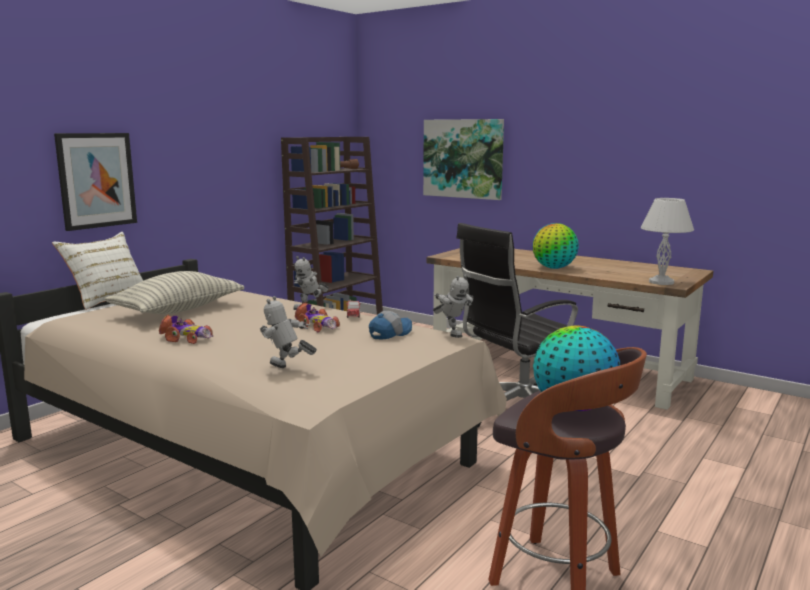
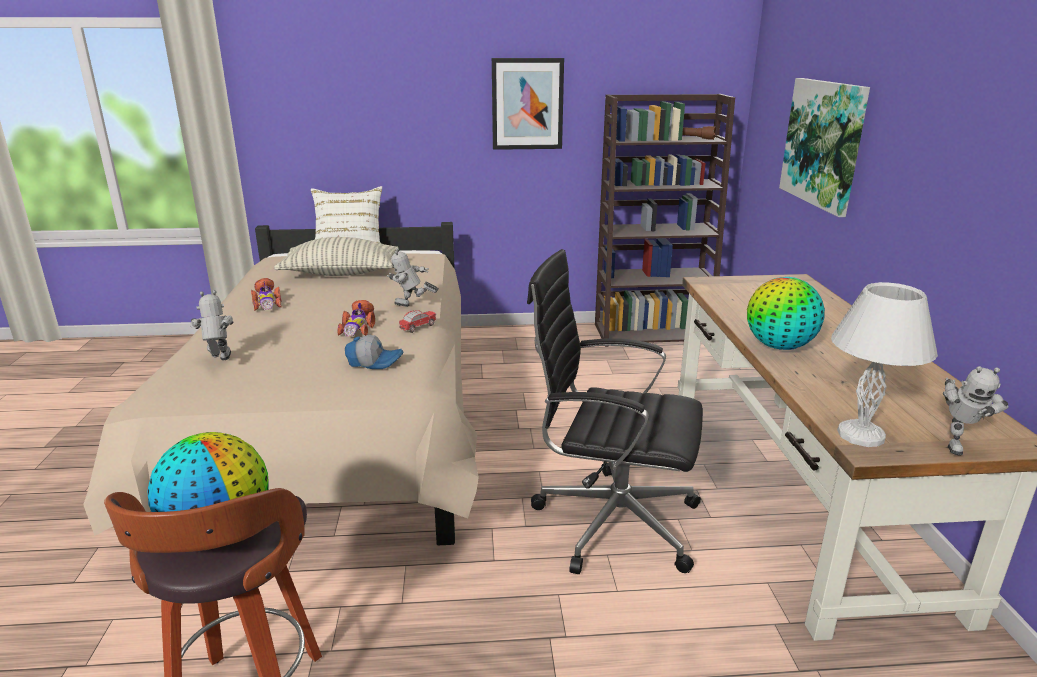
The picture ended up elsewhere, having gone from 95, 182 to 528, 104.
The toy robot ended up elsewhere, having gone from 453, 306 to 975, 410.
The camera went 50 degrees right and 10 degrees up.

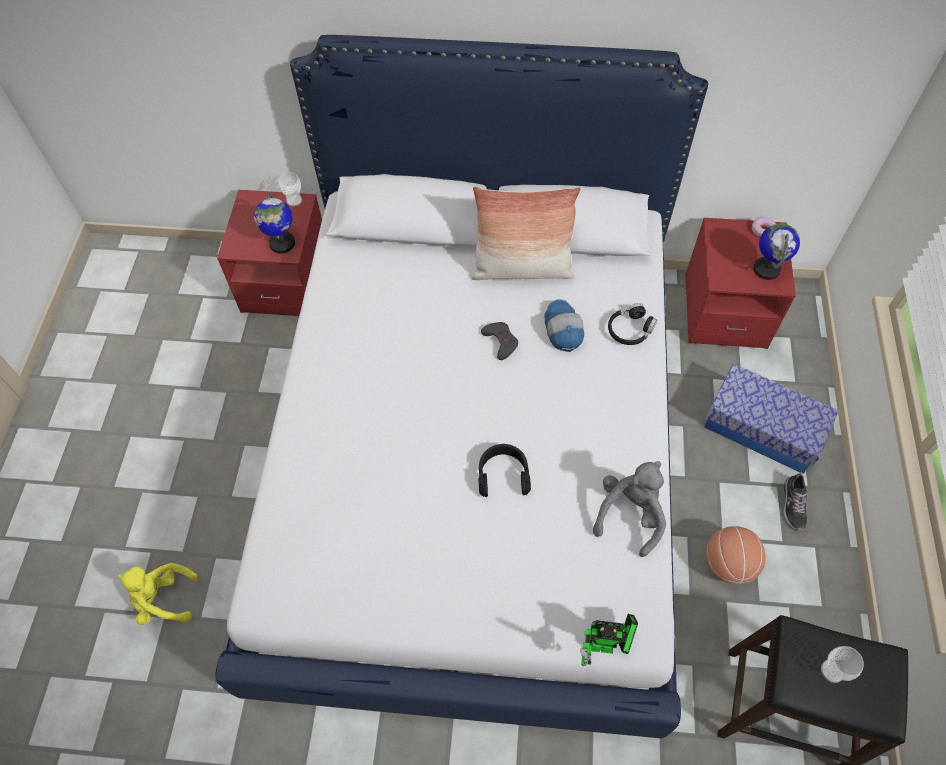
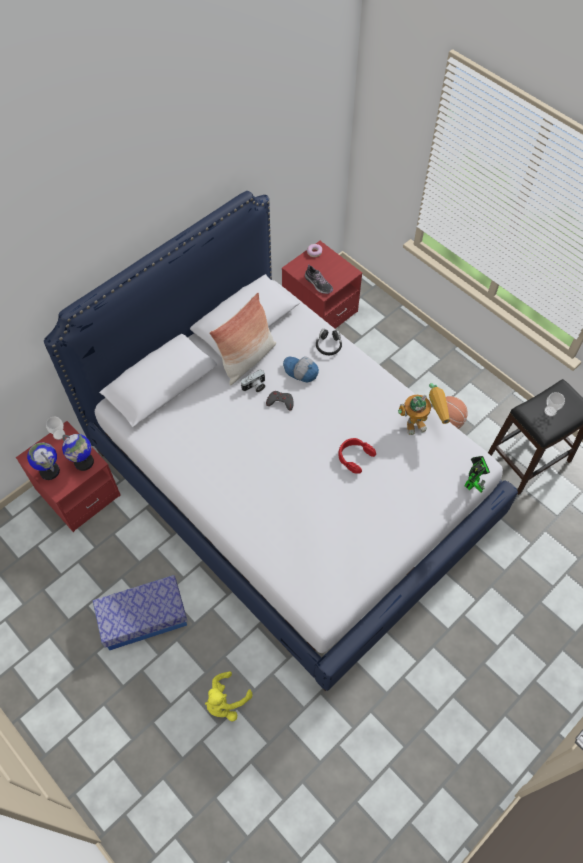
The globe ended up elsewhere, having gone from 776, 252 to 43, 461.
The storage box ended up elsewhere, having gone from 771, 418 to 139, 612.
The second view gained the photo camera at 253, 380.
The shoe ended up elsewhere, having gone from 795, 501 to 319, 279.
What was the black headphones at 504, 470 turned into the red headphones at 357, 456.
Where the grey plush toy stood at 629, 509, the toy robot came to stand at 424, 409.
The camera went 50 degrees left and 0 degrees up.

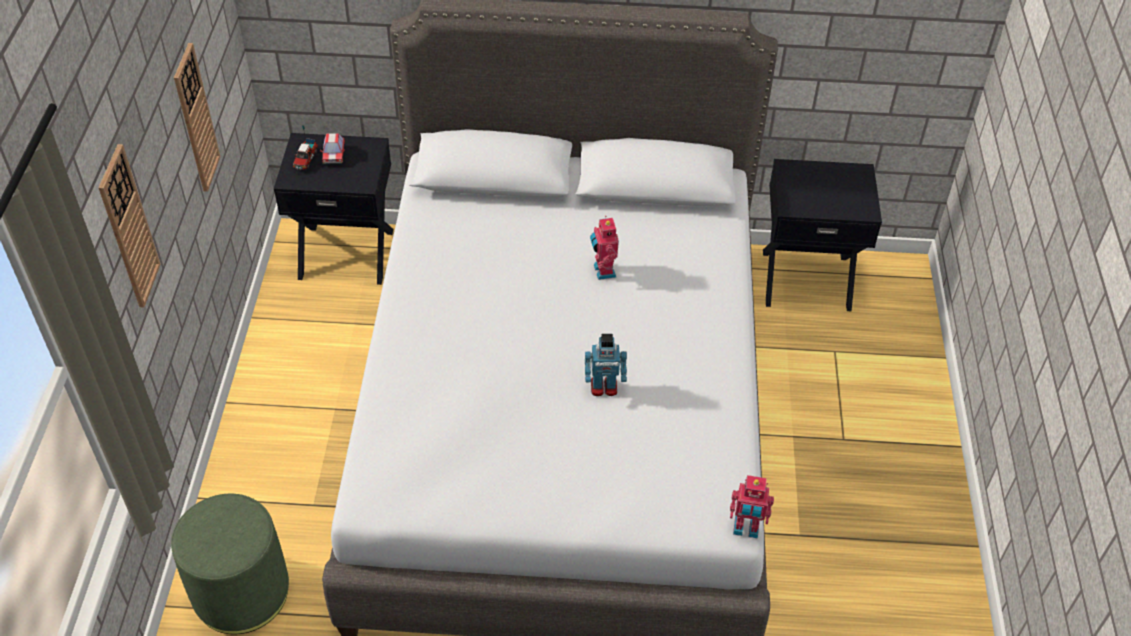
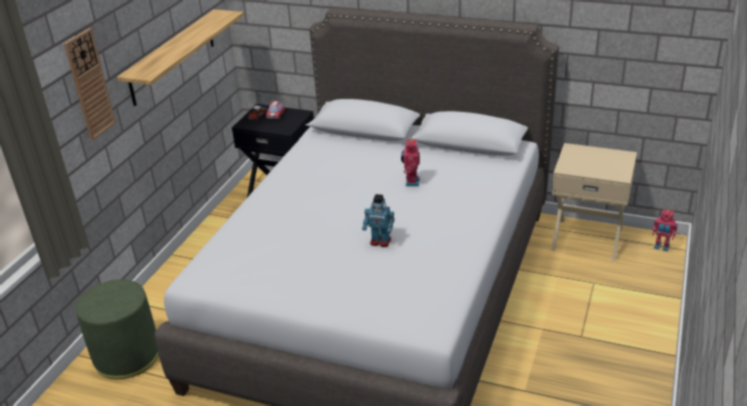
Where the wall clock hung at 197, 117, the shelf came to hang at 180, 57.
What was the black nightstand at 822, 235 turned into the beige nightstand at 594, 202.
The toy robot ended up elsewhere, having gone from 752, 507 to 665, 230.
The camera went 20 degrees right and 15 degrees down.

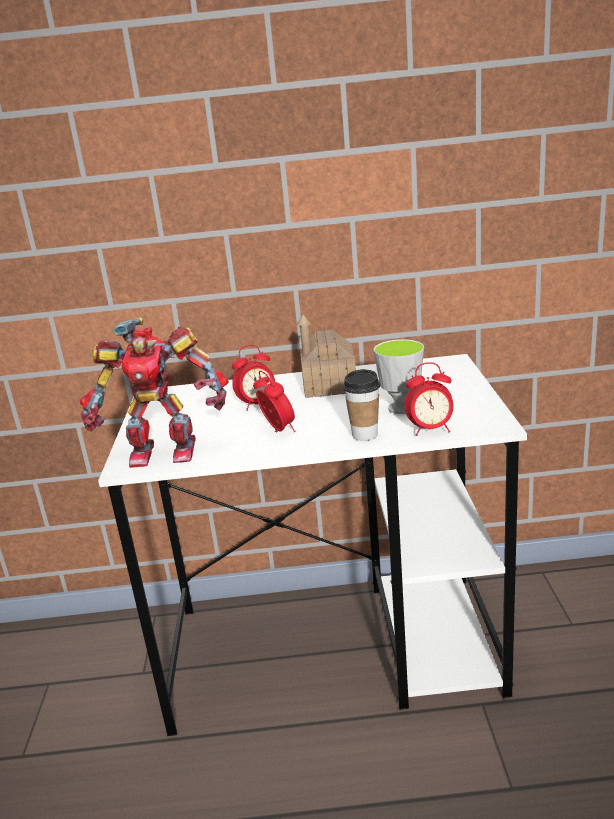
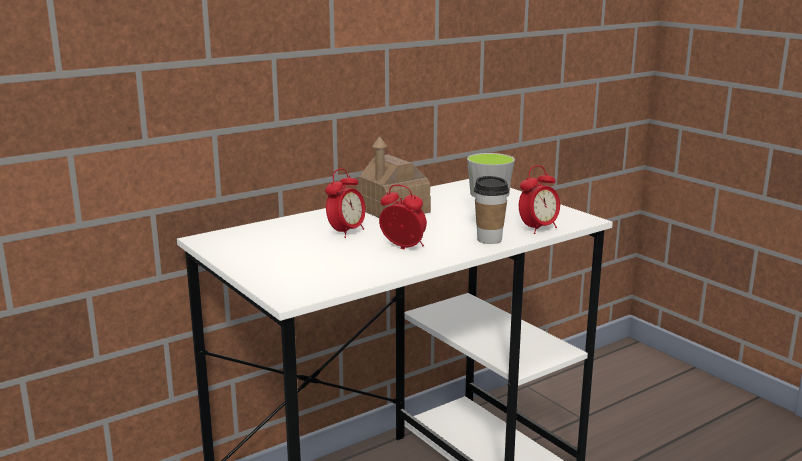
The second view lost the toy robot at 154, 392.
The camera went 35 degrees left and 5 degrees down.

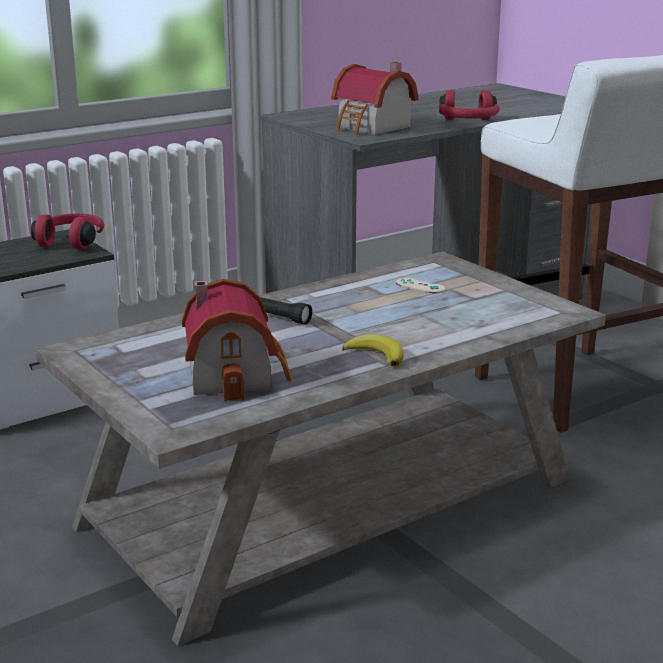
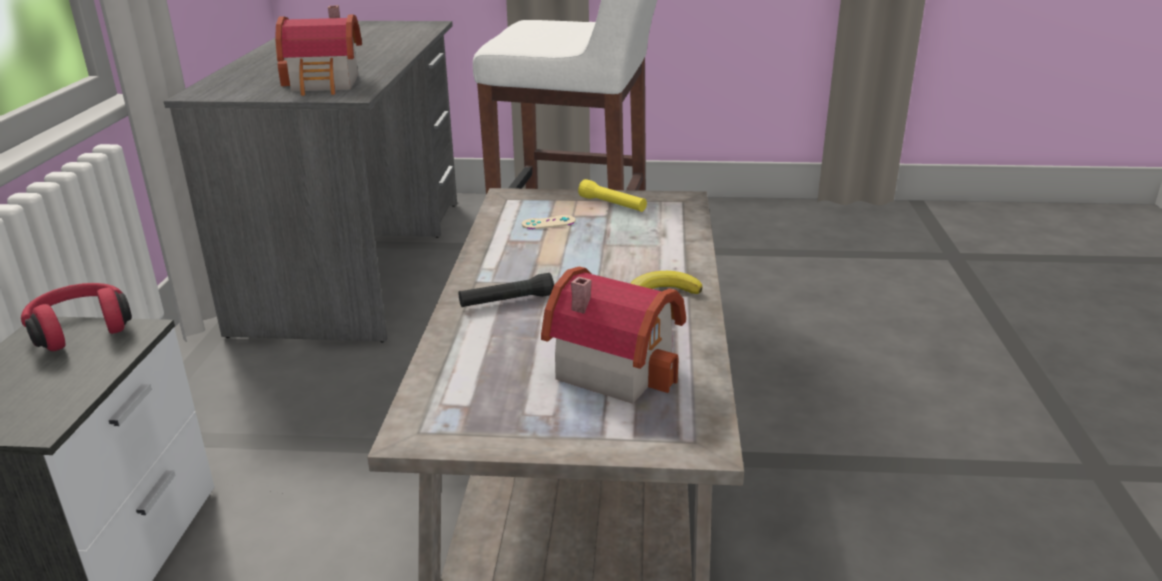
The second view gained the yellow flashlight at 612, 195.
The second view lost the red headphones at 469, 105.
The camera went 50 degrees left and 5 degrees up.

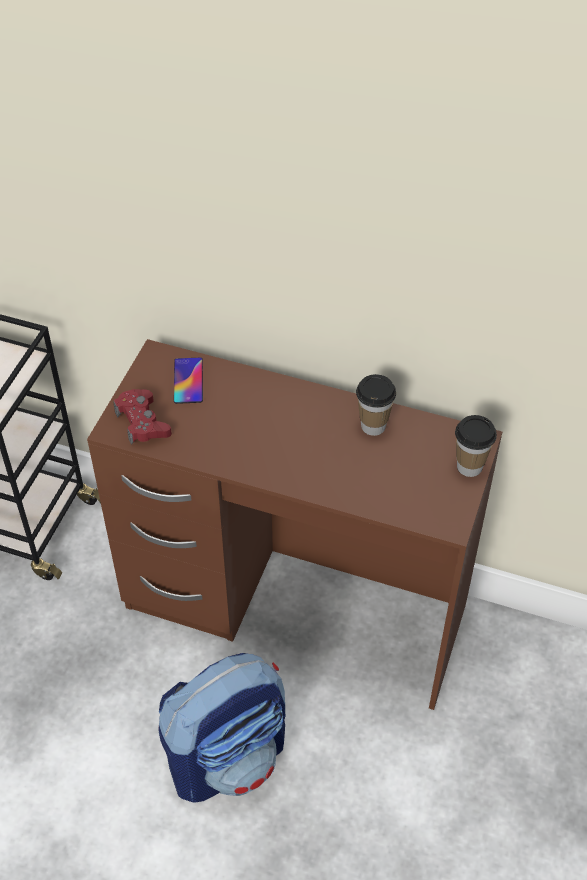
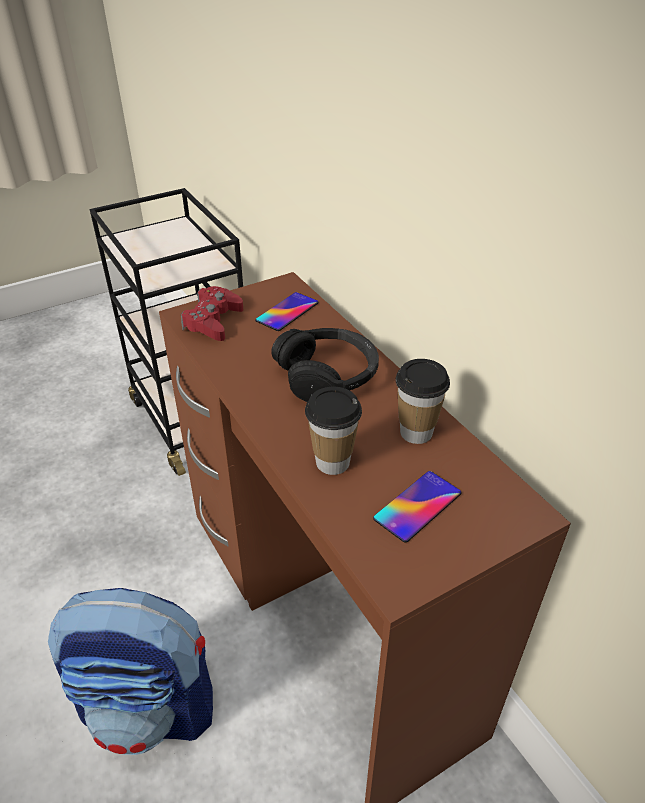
The second view gained the black headphones at 325, 365.
The cup ended up elsewhere, having gone from 476, 446 to 333, 431.
The second view gained the phone at 417, 507.
The camera went 40 degrees right and 10 degrees down.

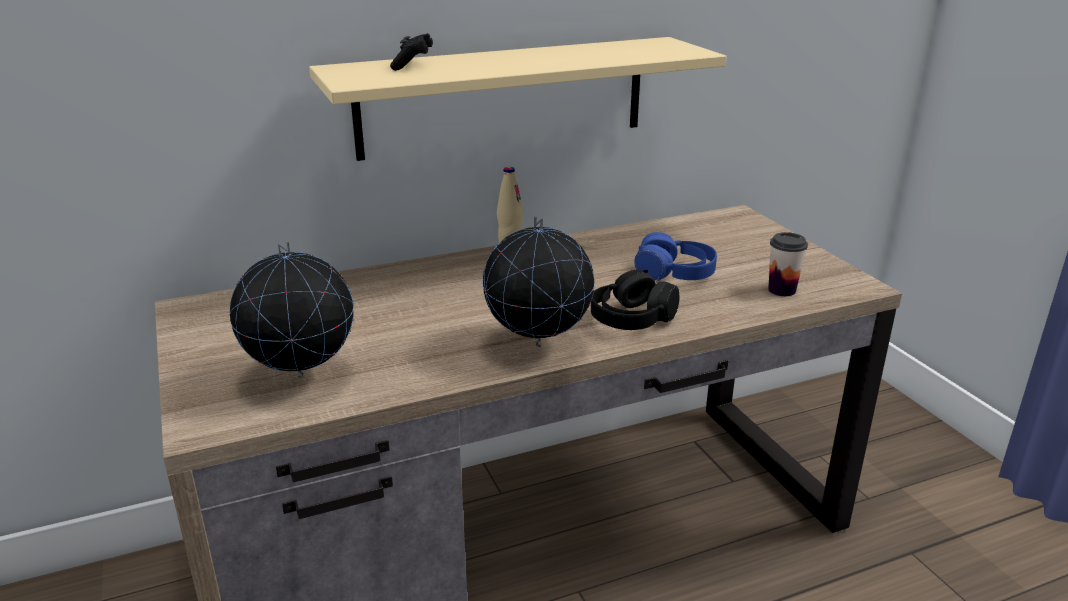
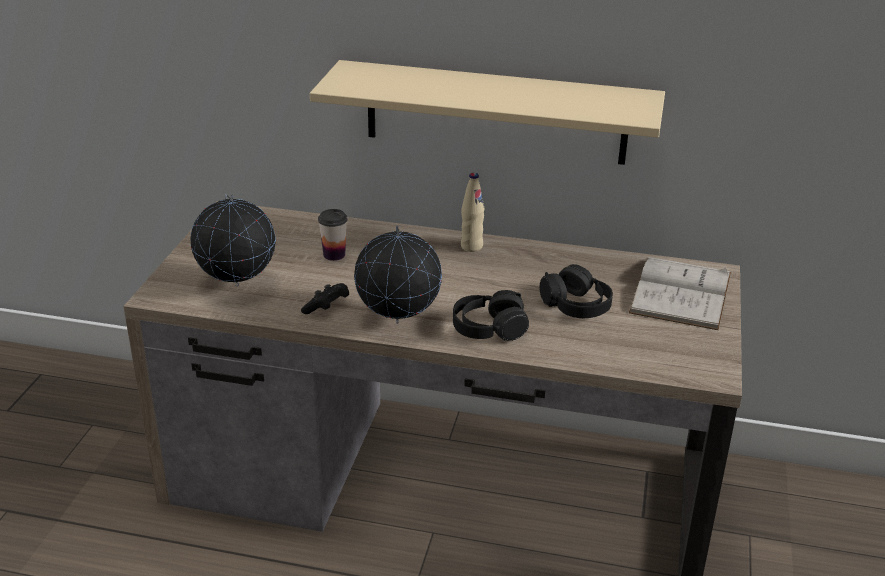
The black game controller ended up elsewhere, having gone from 411, 52 to 325, 298.
The cup ended up elsewhere, having gone from 788, 264 to 333, 235.
What was the blue headphones at 675, 256 turned into the black headphones at 576, 291.
The second view gained the white book at 680, 293.
The camera went 35 degrees right and 5 degrees up.

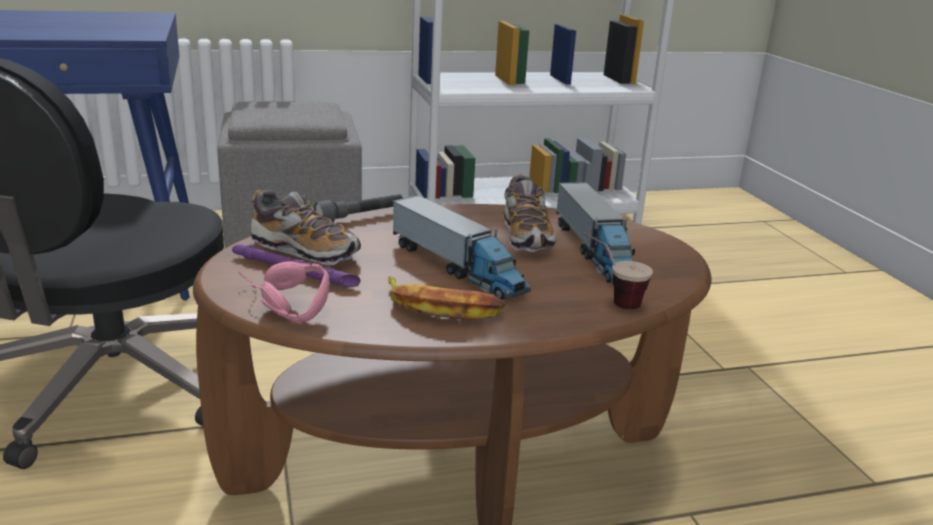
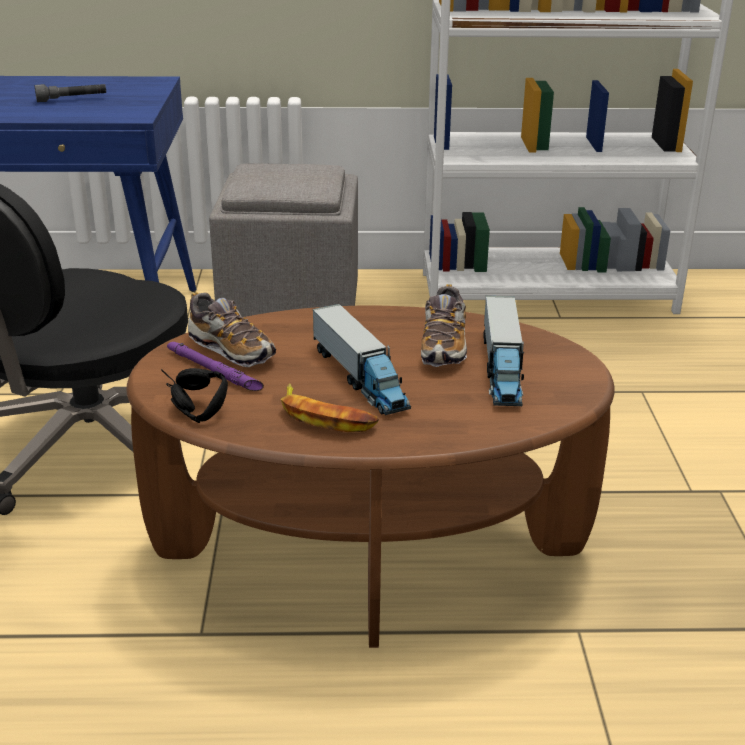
The grey flashlight ended up elsewhere, having gone from 358, 208 to 70, 93.
What was the pink headphones at 283, 292 turned into the black headphones at 194, 395.
The second view lost the cup at 618, 271.
The camera went 15 degrees right and 5 degrees up.

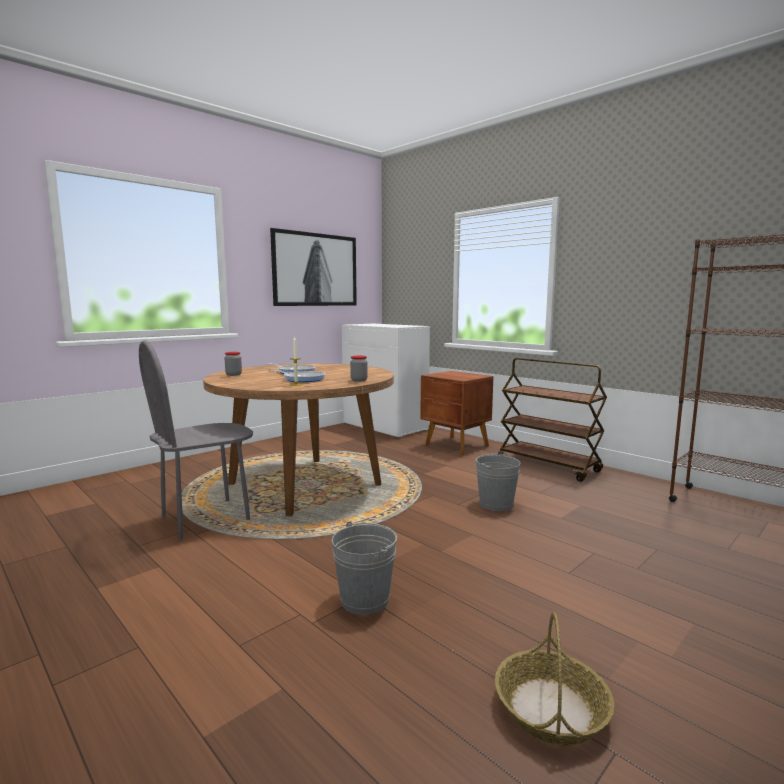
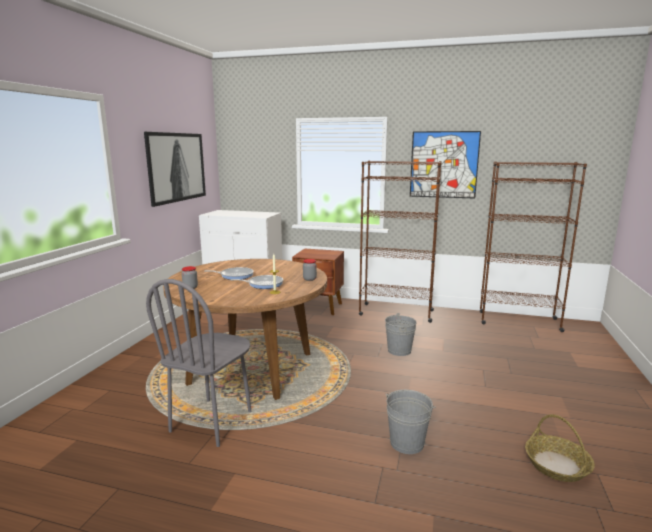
Where the brown cart stood at 552, 420, the brown bookcase came to stand at 400, 242.
The second view gained the picture at 445, 164.
The camera went 30 degrees left and 5 degrees up.

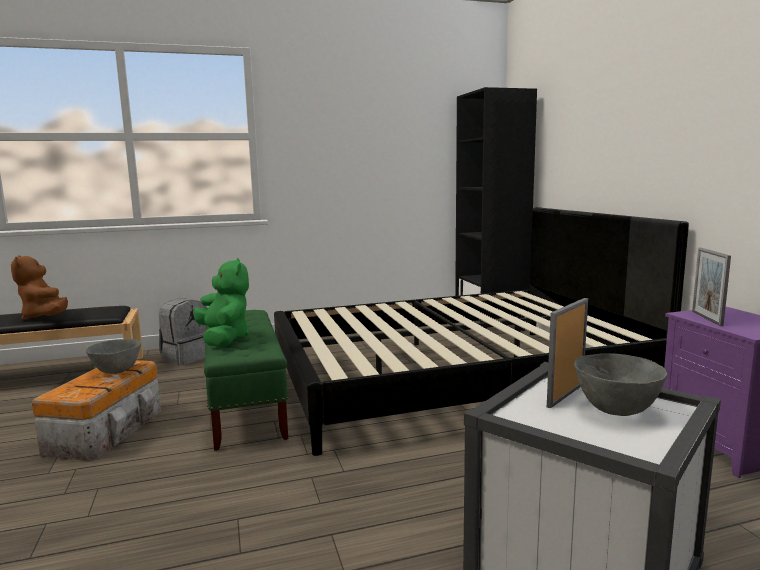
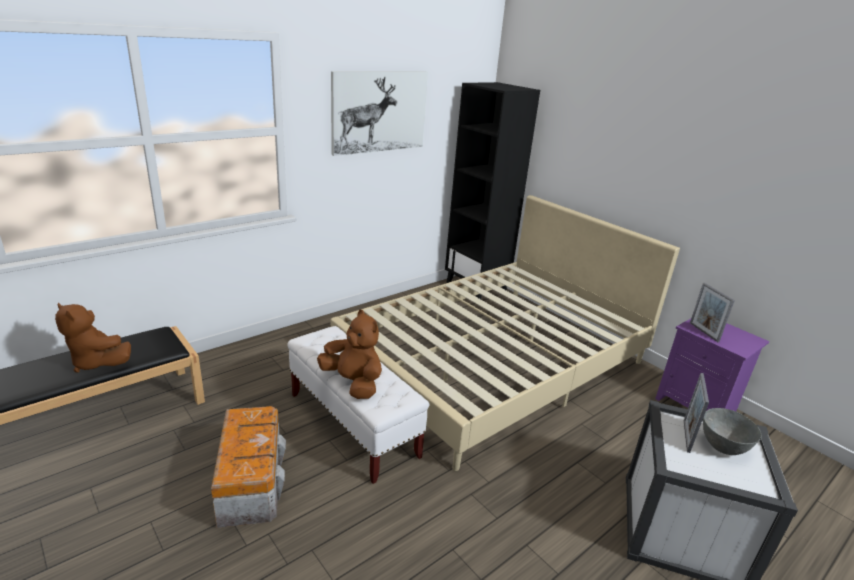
What was the green bench at 246, 380 turned into the white bench at 358, 405.
What was the green plush toy at 221, 302 turned into the brown plush toy at 349, 354.
The second view gained the picture at 379, 113.
What was the black bed at 481, 331 turned into the beige bed at 505, 333.
The second view lost the grey bowl at 113, 356.
The second view lost the grey backpack at 183, 332.
The camera went 25 degrees left and 15 degrees up.

